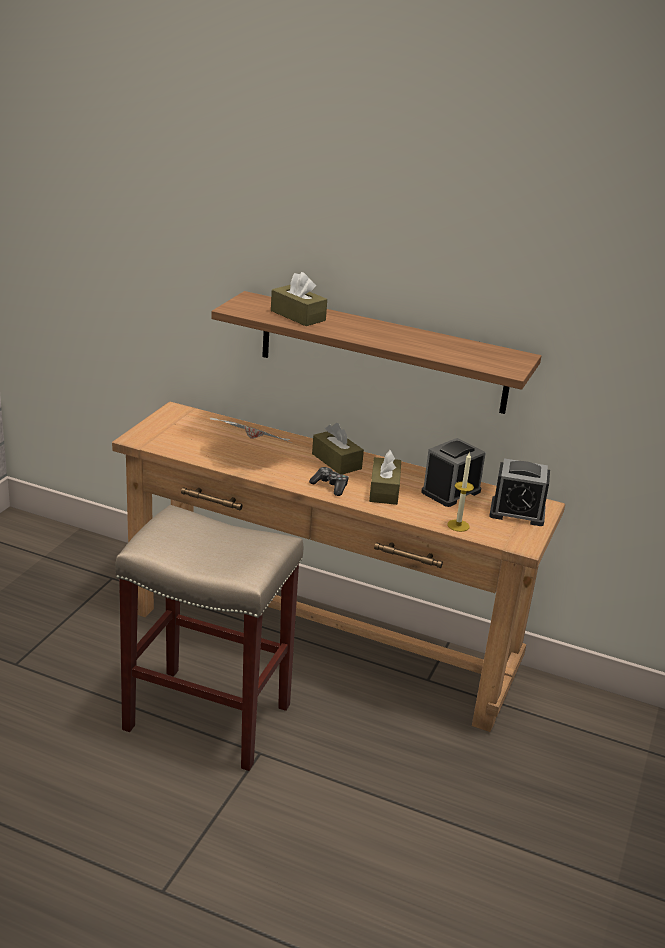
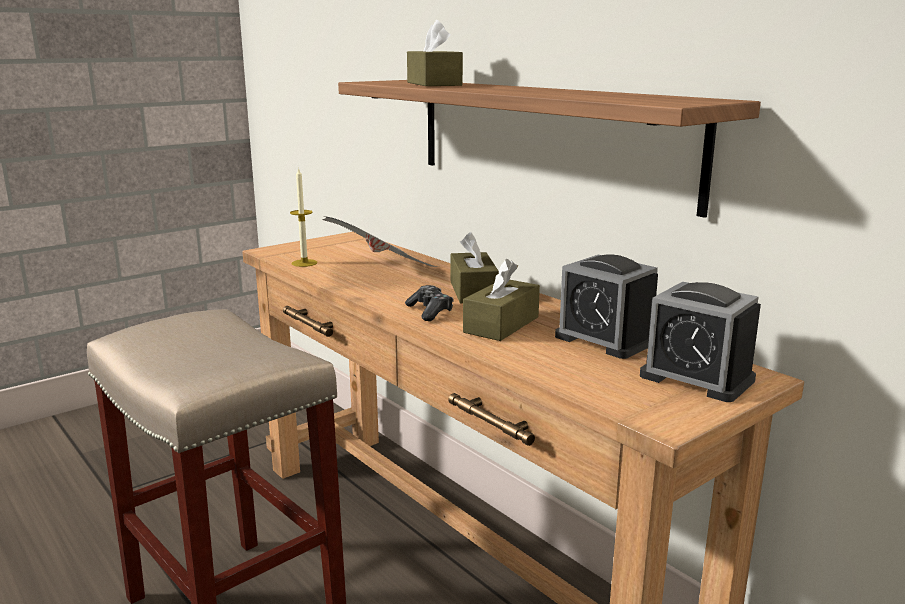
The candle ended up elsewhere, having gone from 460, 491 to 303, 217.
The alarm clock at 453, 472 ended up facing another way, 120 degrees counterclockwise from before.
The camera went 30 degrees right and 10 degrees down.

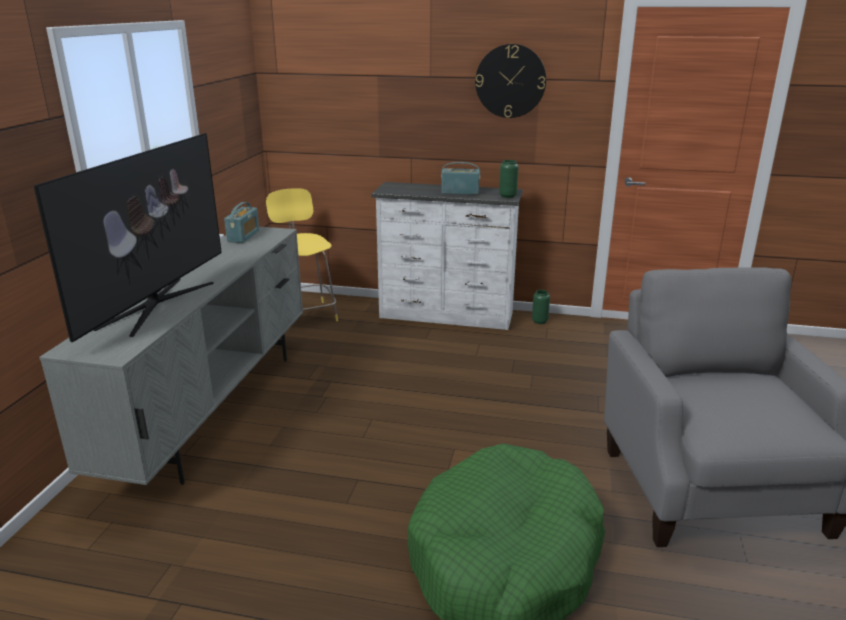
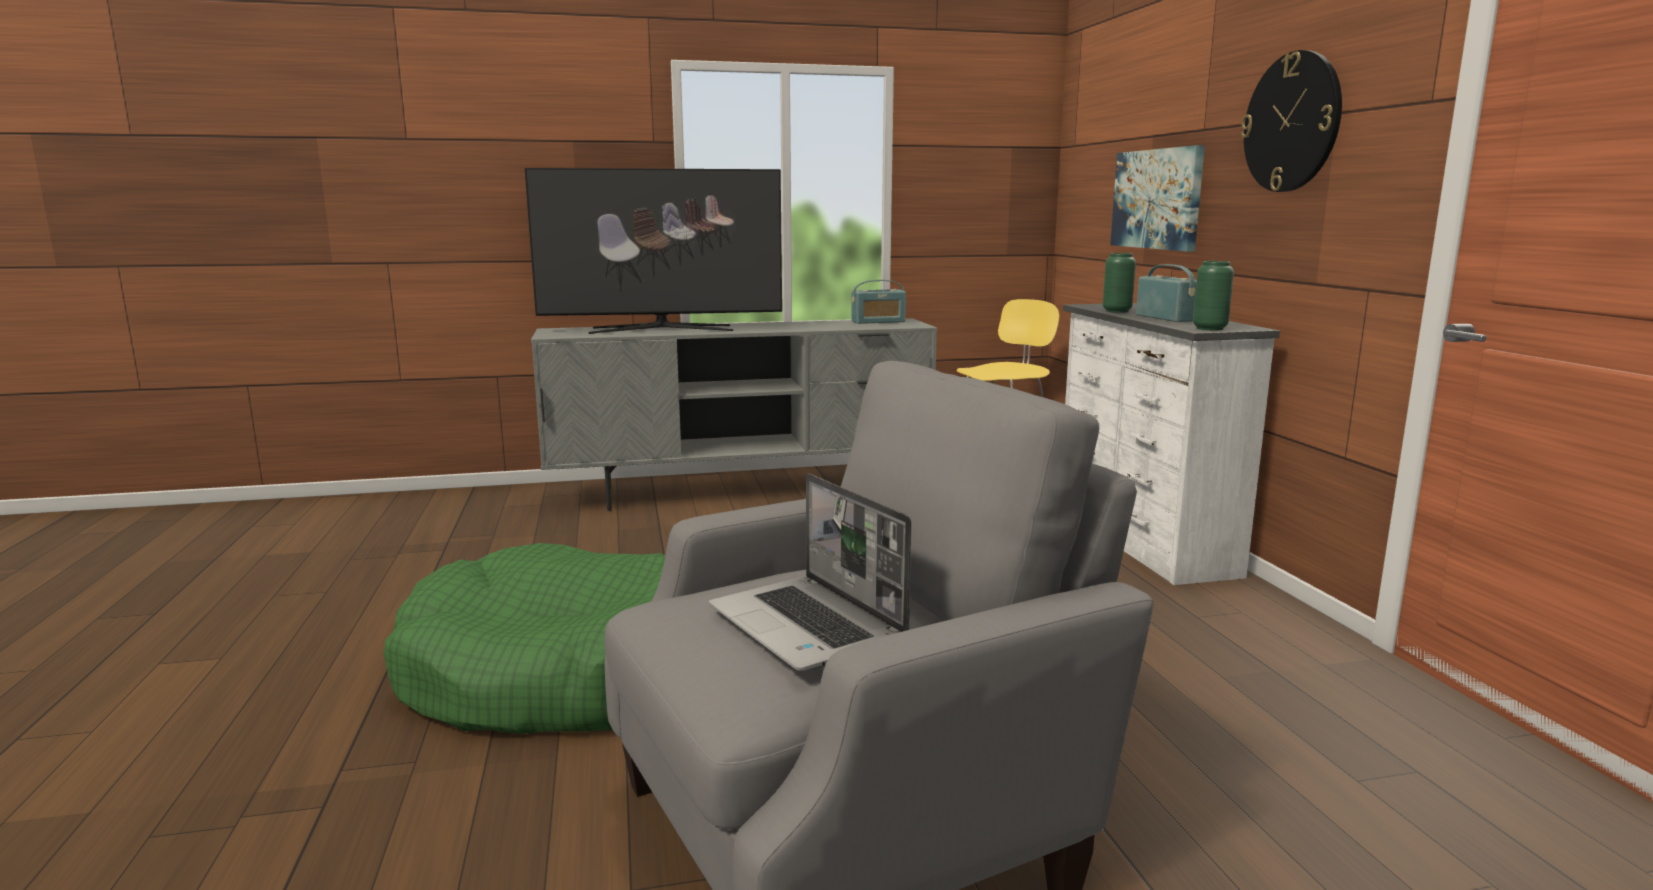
The second view gained the laptop at 810, 572.
The green vase ended up elsewhere, having gone from 541, 307 to 1119, 283.
The second view gained the picture at 1157, 198.
The camera went 65 degrees right and 10 degrees down.

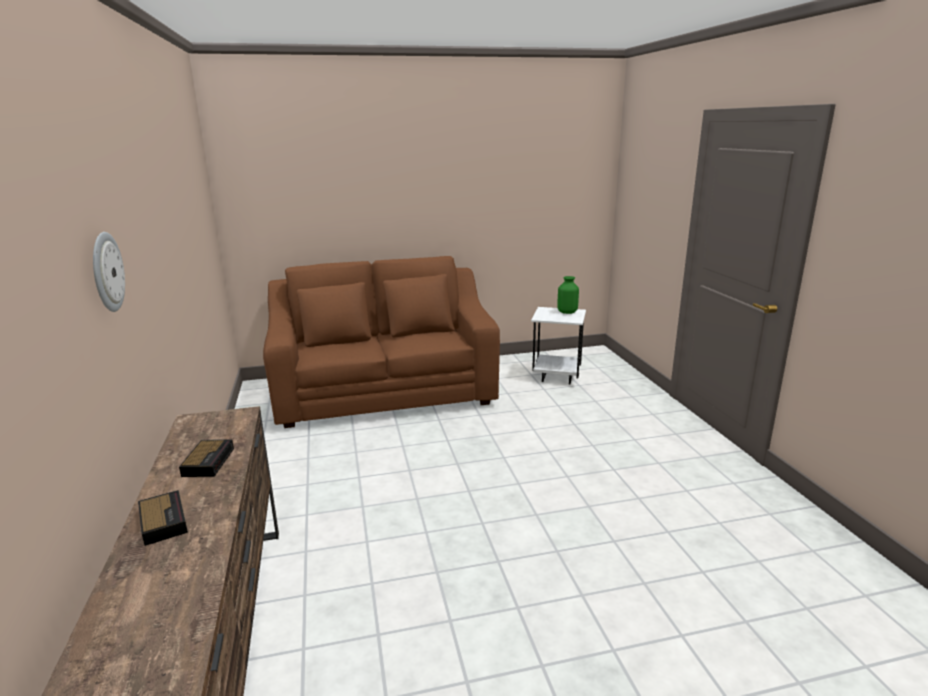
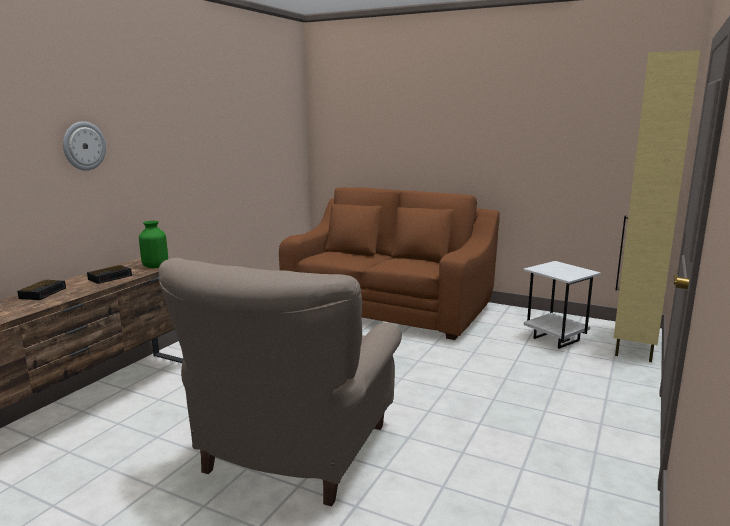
The green vase ended up elsewhere, having gone from 568, 295 to 153, 244.
The second view gained the beige armchair at 280, 382.
The second view gained the beige cabinet at 657, 206.
The camera went 40 degrees right and 5 degrees down.

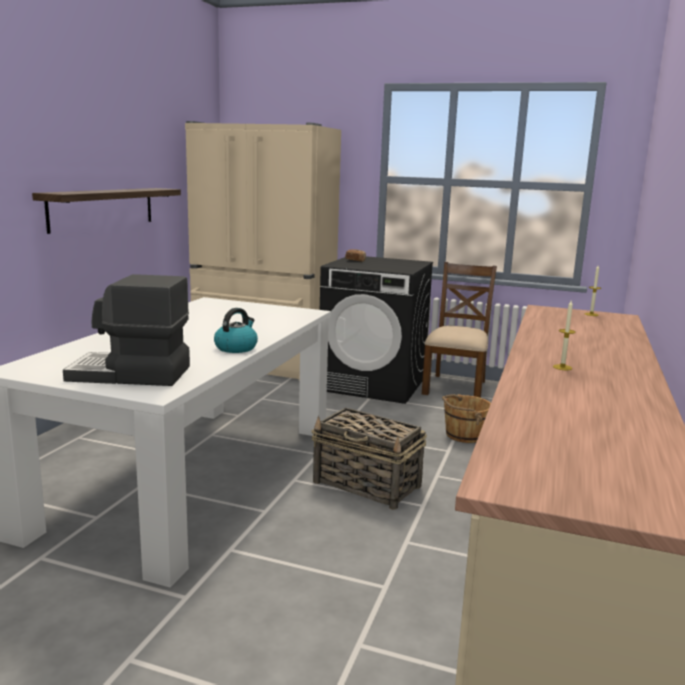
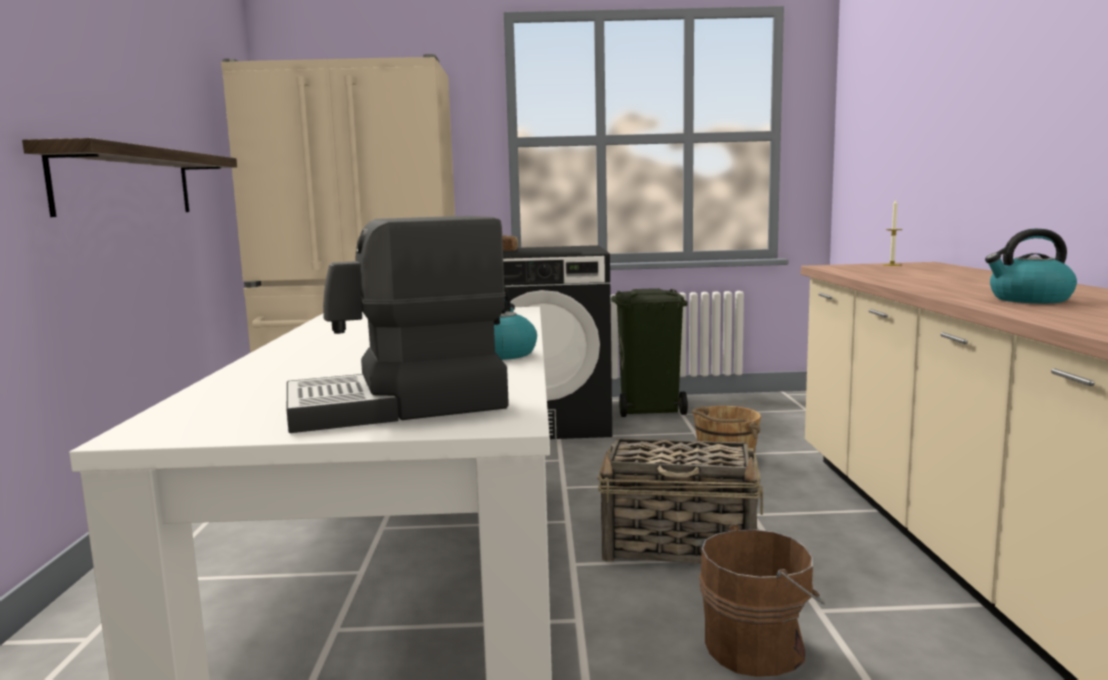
Where the brown chair stood at 459, 330, the green trash can came to stand at 649, 352.
The second view gained the brown bucket at 762, 600.
Where the candle stood at 564, 335, the kettle came to stand at 1031, 266.
The camera went 20 degrees left and 5 degrees down.

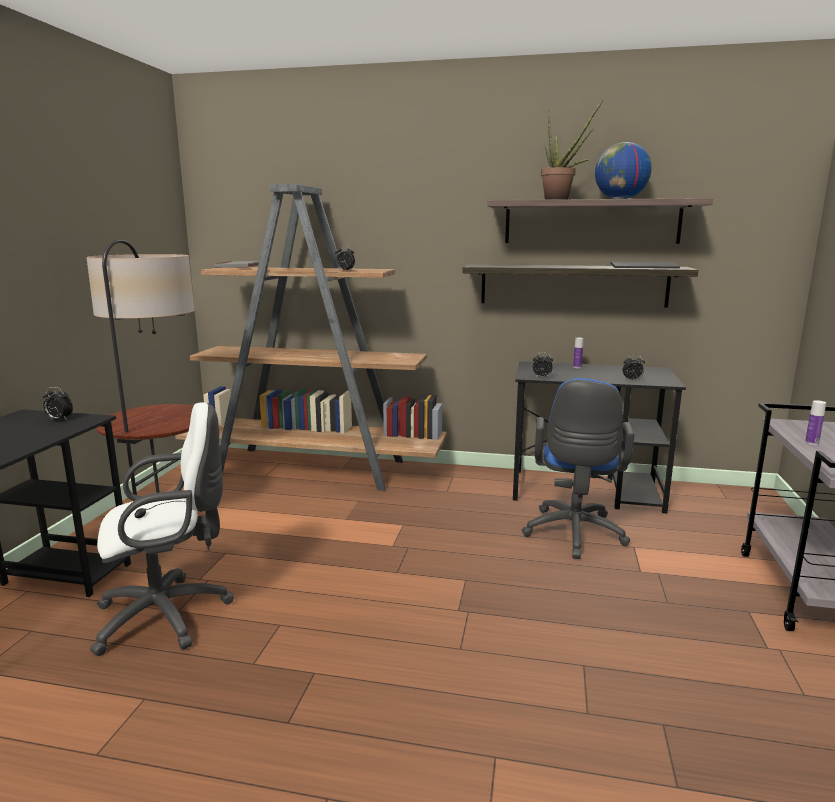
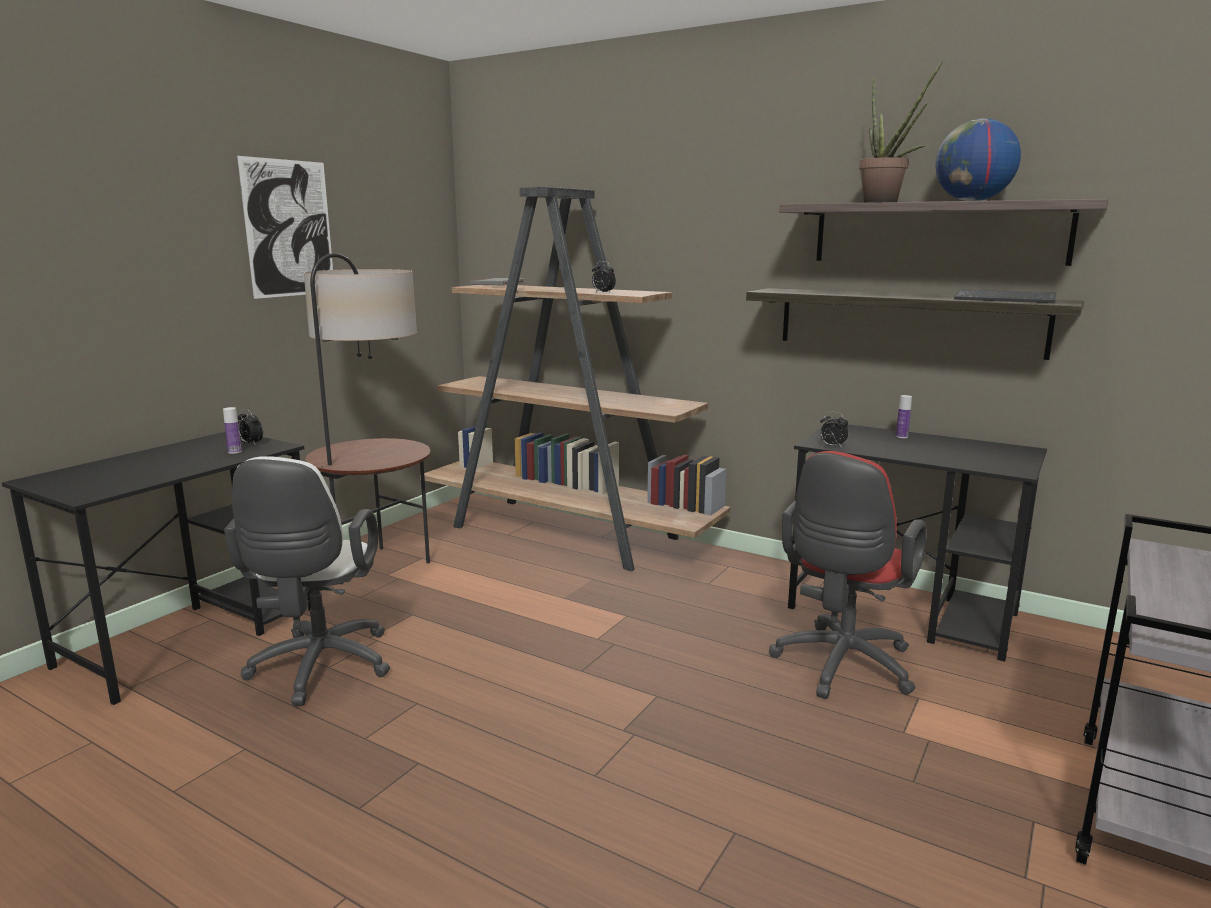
The bottle ended up elsewhere, having gone from 815, 422 to 232, 430.
The white office chair at 162, 529 ended up facing another way, 90 degrees clockwise from before.
The second view gained the picture at 285, 227.
What was the blue office chair at 578, 468 turned into the red office chair at 848, 575.
The second view lost the alarm clock at 634, 367.
The camera went 20 degrees right and 0 degrees up.

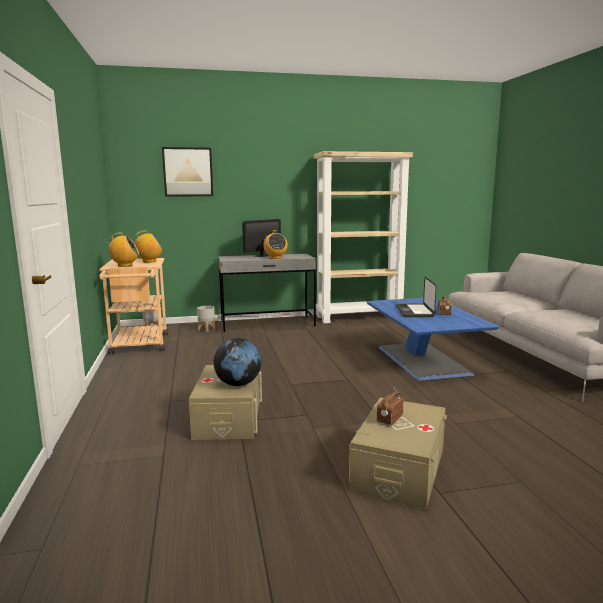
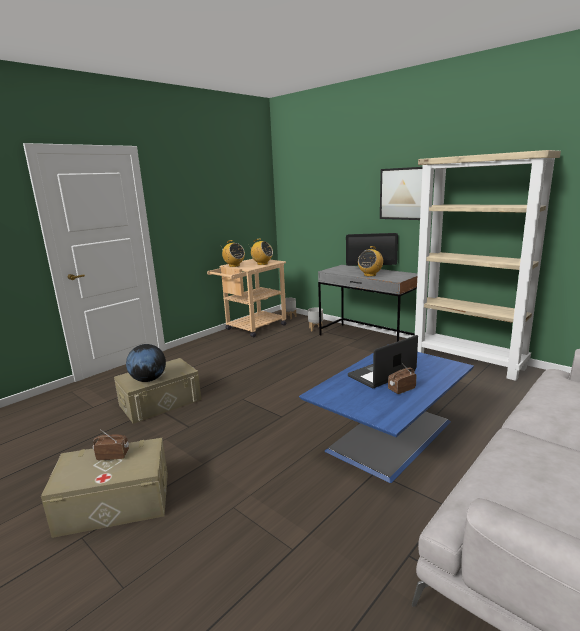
The picture ended up elsewhere, having gone from 187, 172 to 401, 193.
The camera went 55 degrees right and 5 degrees up.

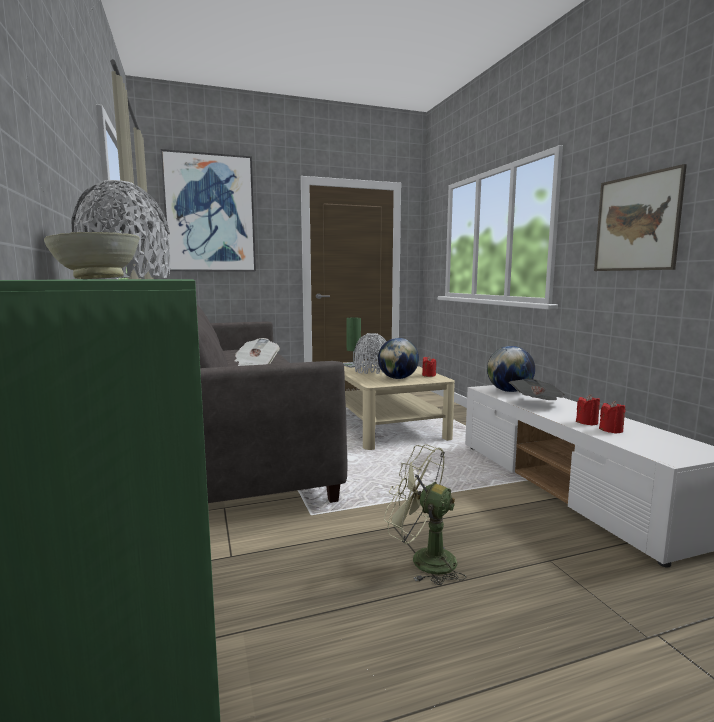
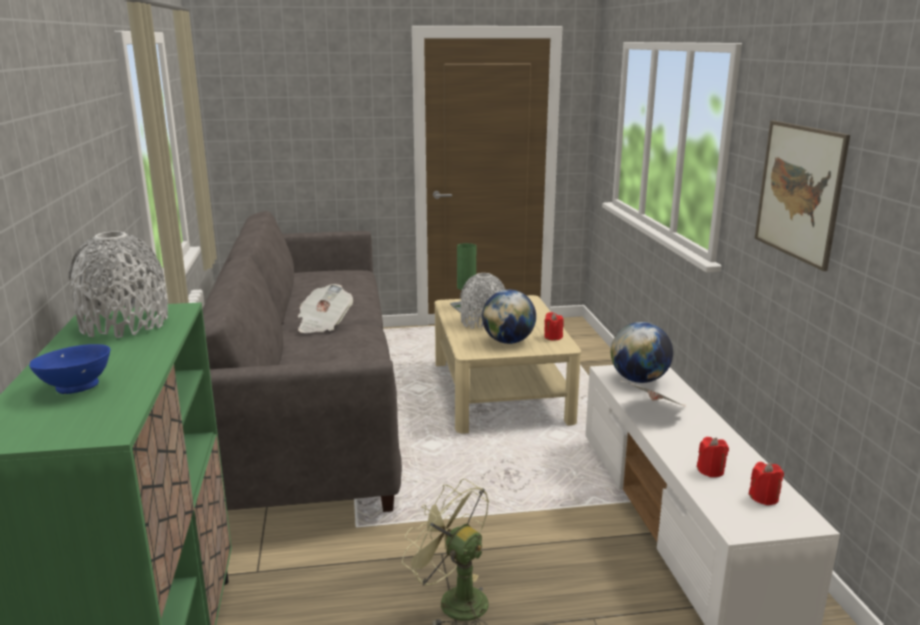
What was the beige bowl at 92, 255 turned into the blue bowl at 69, 369.
The red candle ended up elsewhere, having gone from 588, 410 to 766, 483.
The second view lost the picture at 208, 210.
The camera went 10 degrees right and 10 degrees up.

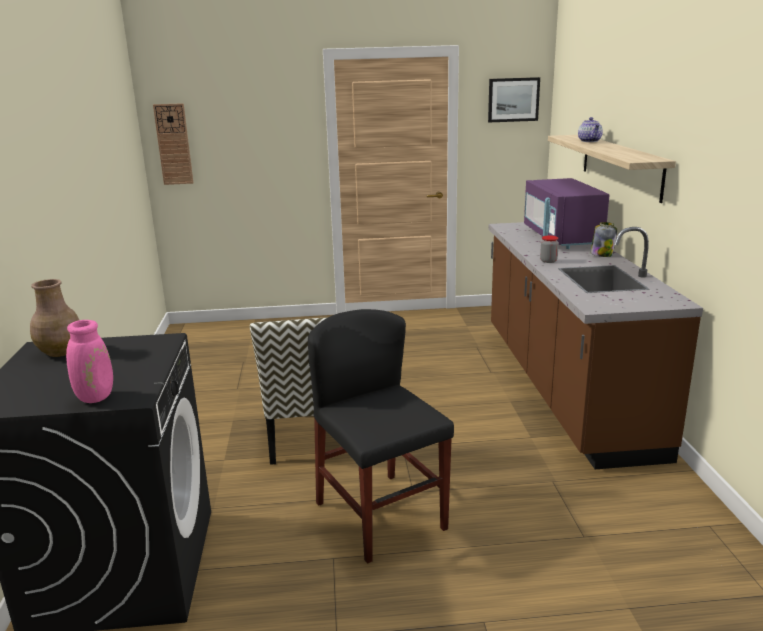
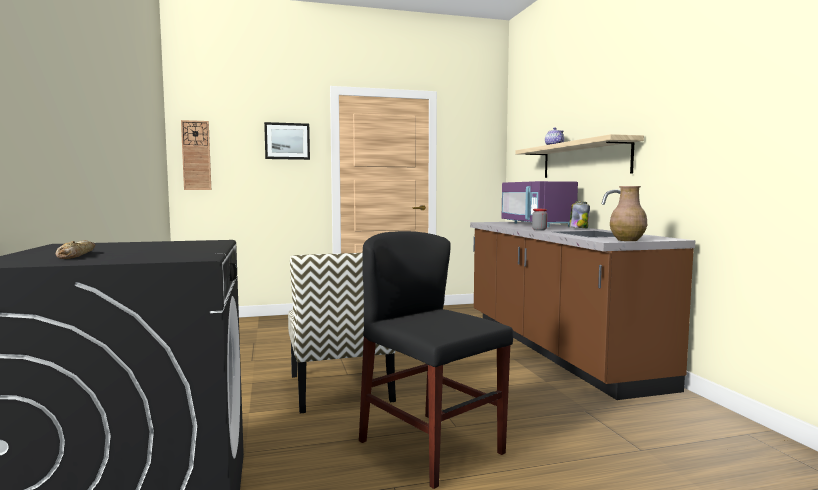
The second view gained the bread at 75, 249.
The picture ended up elsewhere, having gone from 514, 99 to 287, 141.
The brown vase ended up elsewhere, having gone from 54, 318 to 628, 213.
The second view lost the pink vase at 89, 361.
The camera went 10 degrees left and 15 degrees down.

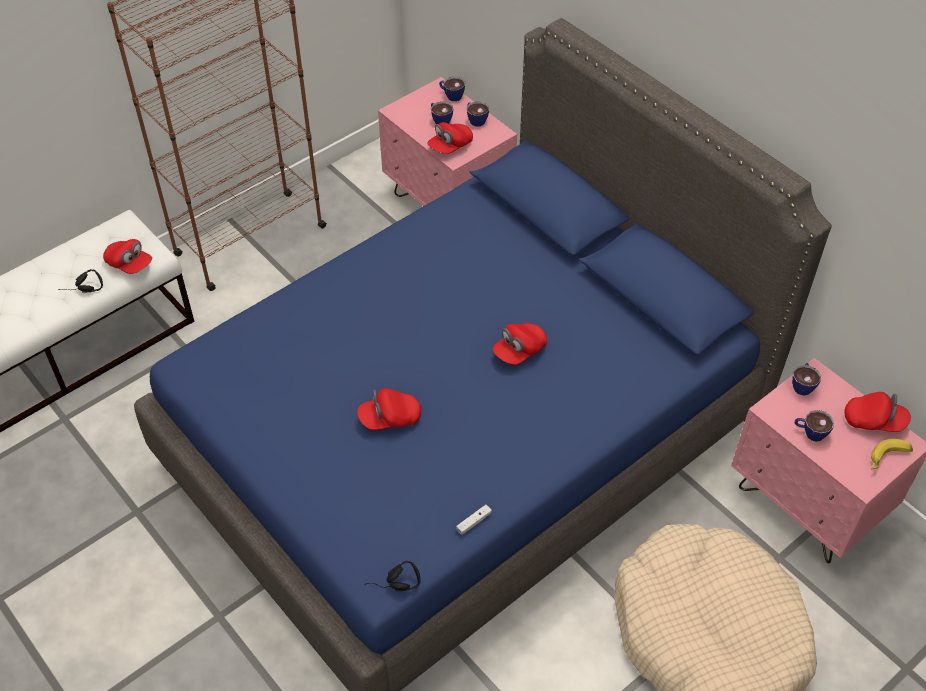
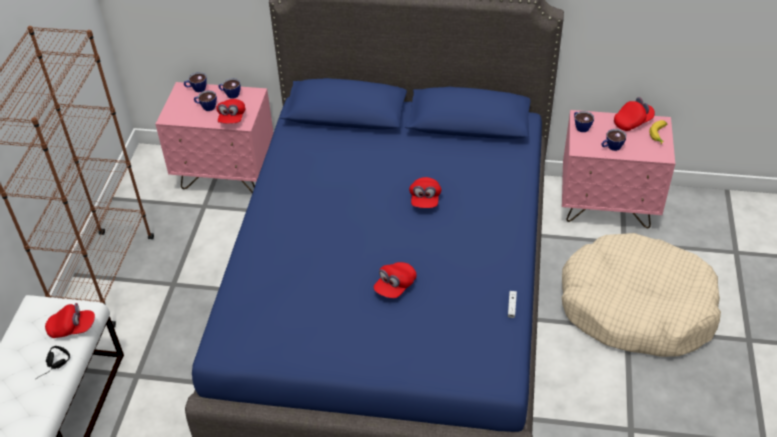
The second view lost the black headphones at 392, 576.
The camera went 40 degrees left and 5 degrees down.

